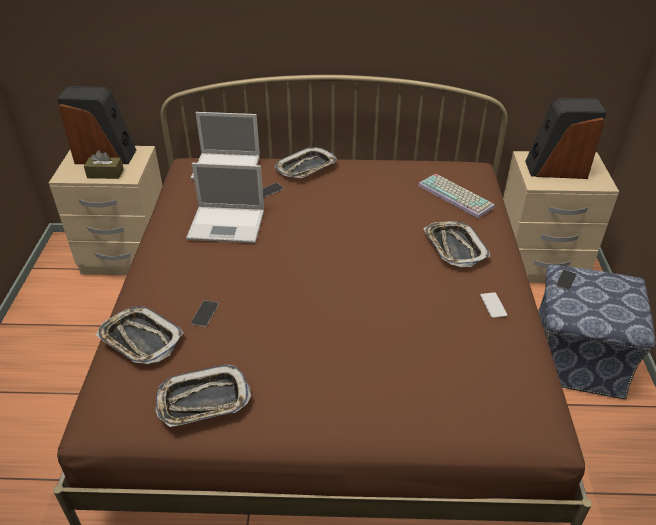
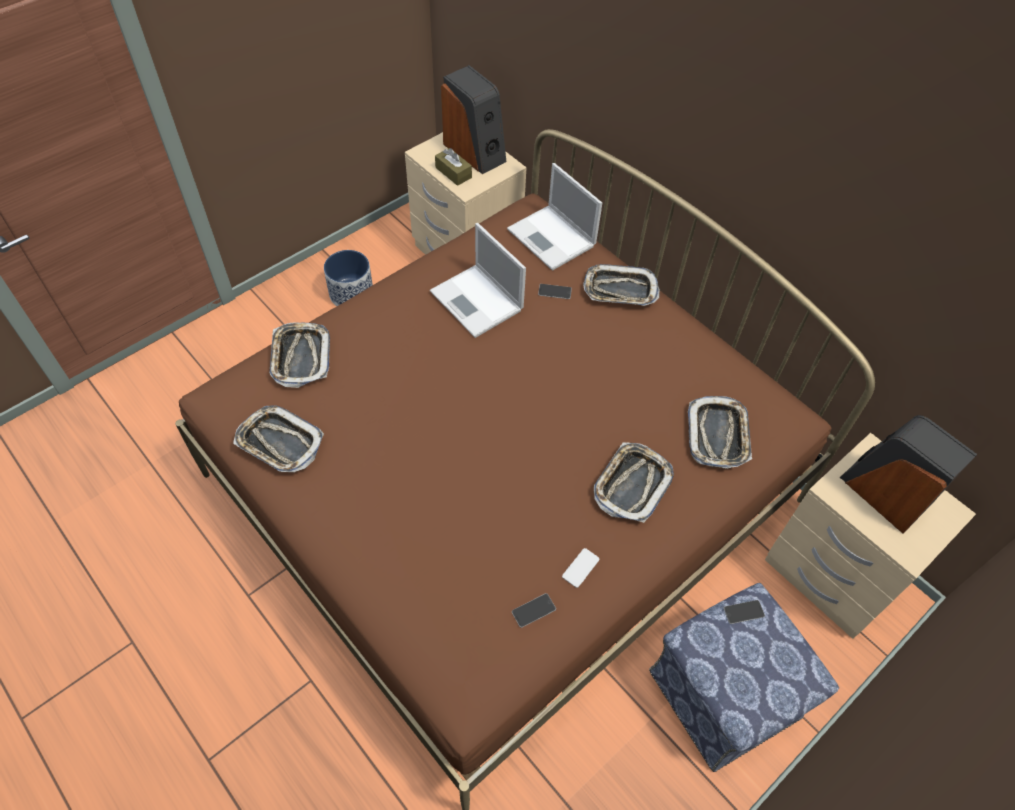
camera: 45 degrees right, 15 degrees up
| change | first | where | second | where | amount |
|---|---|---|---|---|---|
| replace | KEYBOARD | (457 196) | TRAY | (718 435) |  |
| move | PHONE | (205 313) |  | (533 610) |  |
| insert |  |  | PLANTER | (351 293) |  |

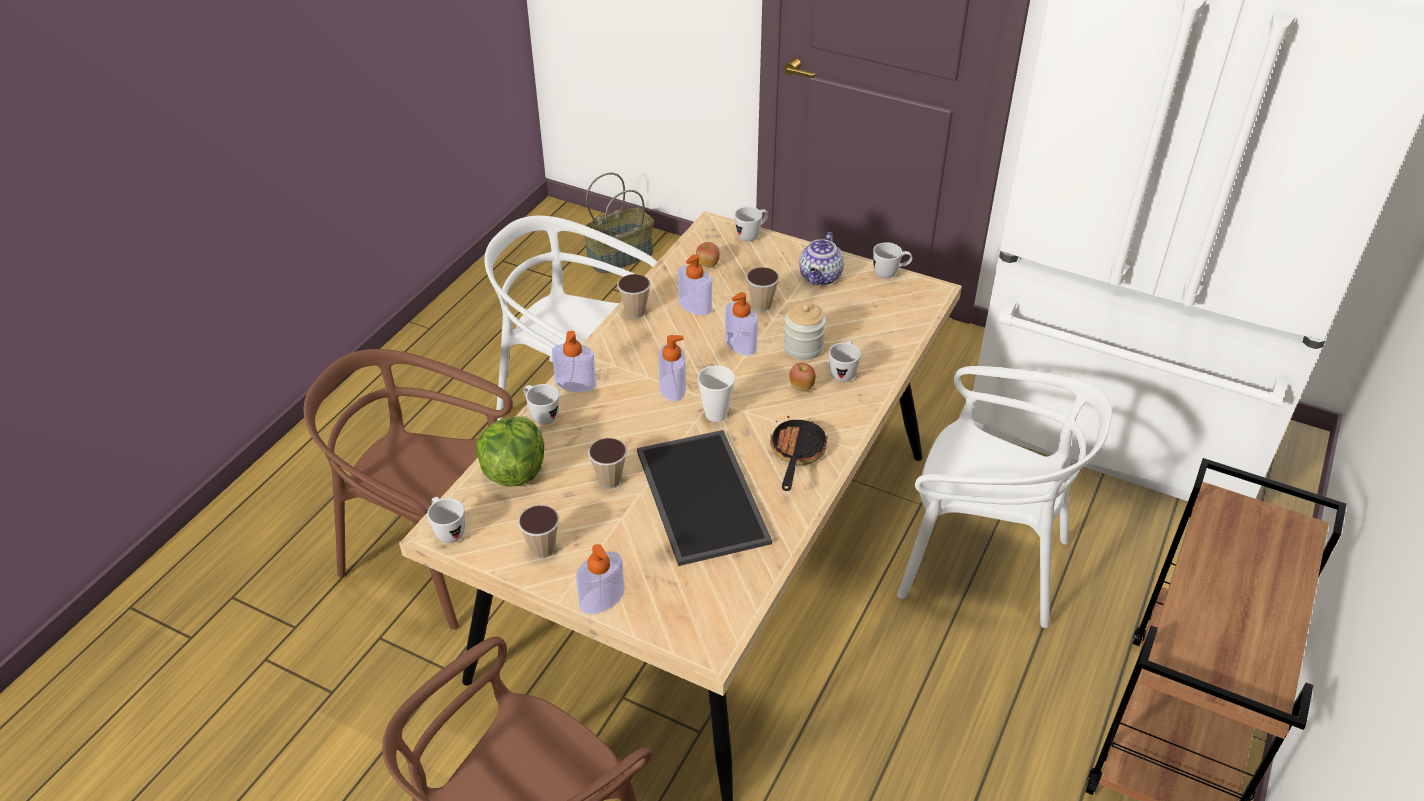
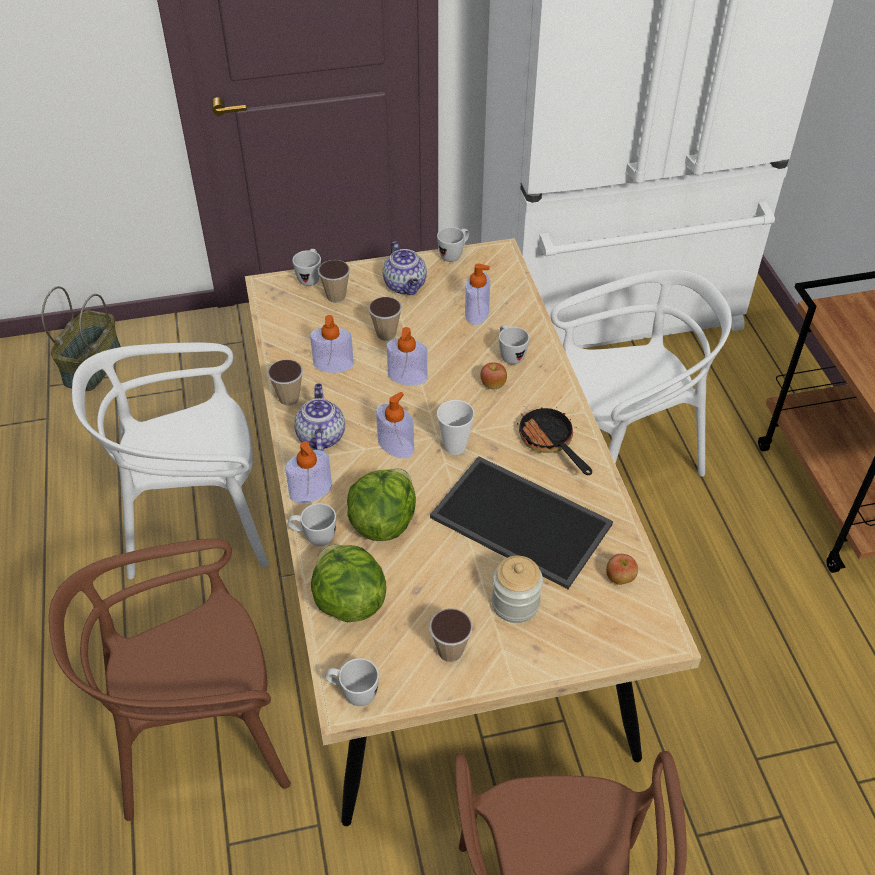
camera: 40 degrees left, 5 degrees up
| change | first | where | second | where | amount |
|---|---|---|---|---|---|
| move | APPLE | (707 264) |  | (620 578) |  |
| move | JAR | (803 347) |  | (515 603) |  |
| move | CUP | (609 480) |  | (336 296) |  |
| move | SOAP DISPENSER | (602 598) |  | (477 312) |  |
| insert |  |  | TEAPOT | (320 436) |  |
| insert |  |  | LETTUCE | (382 522) |  |

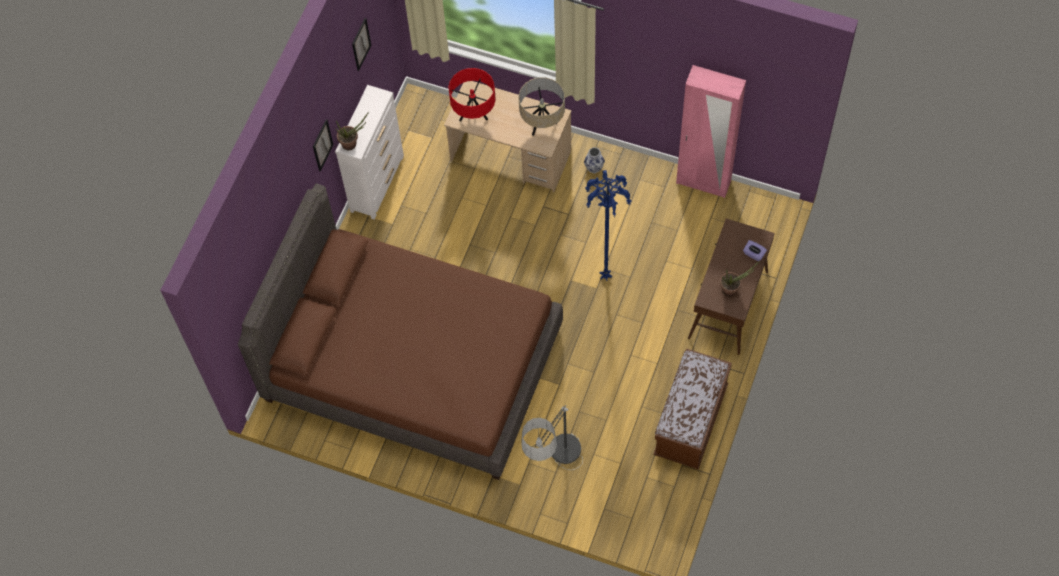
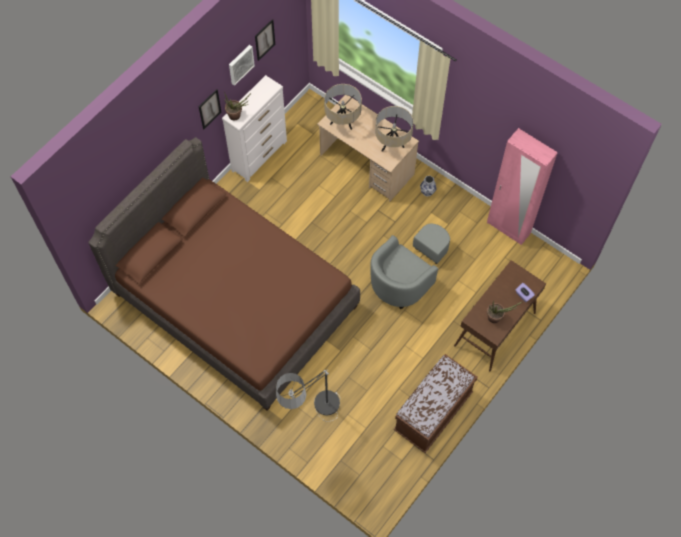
camera: 15 degrees right, 0 degrees up
| change | first | where | second | where | amount |
|---|---|---|---|---|---|
| recolor | RED TABLE LAMP | (474 116) | BEIGE TABLE LAMP | (342 123) |  |
| replace | BLUE FLOOR LAMP | (605 275) | GREY ARMCHAIR | (406 277) |  |
| insert |  |  | PICTURE | (240 64) |  |

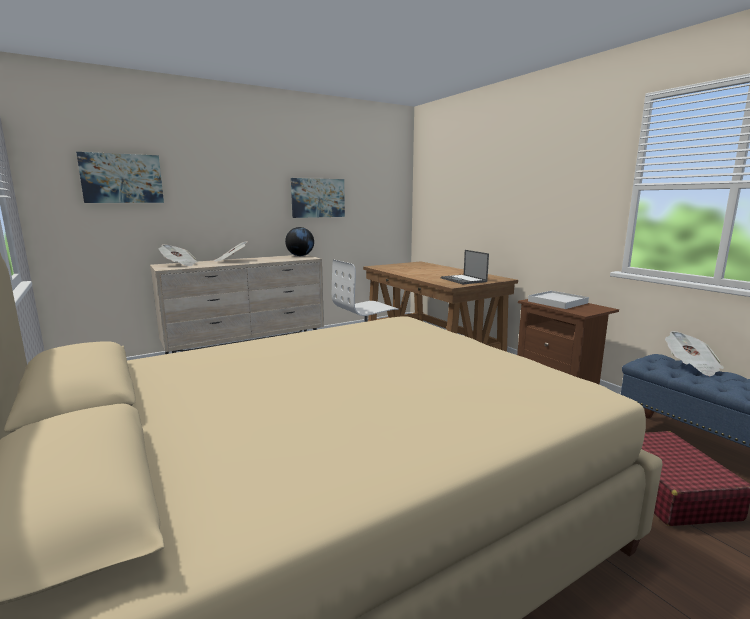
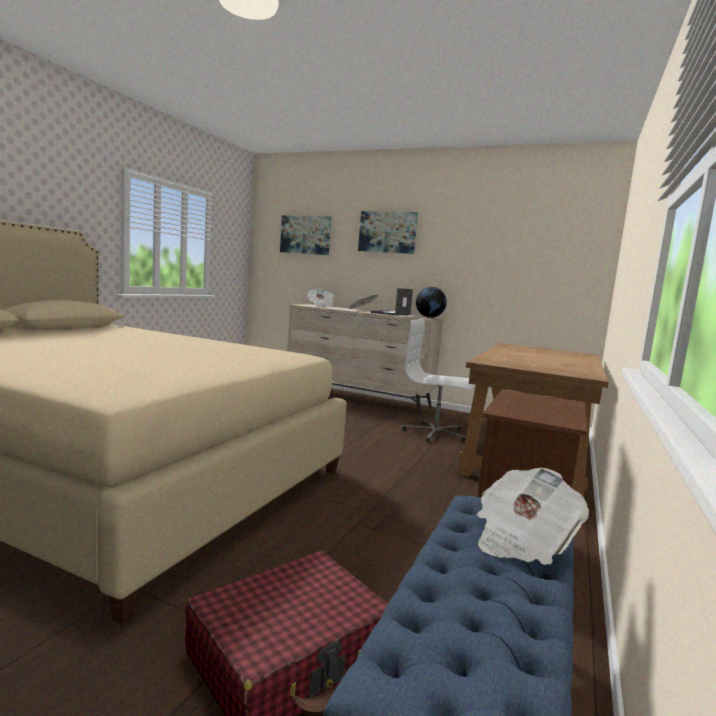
camera: 55 degrees right, 5 degrees down
| change | first | where | second | where | amount |
|---|---|---|---|---|---|
| move | PICTURE | (318 198) |  | (387 232) |  |
| move | LAPTOP | (464 280) |  | (390 313) |  |
| delete | WHITE TRAY | (557 302) |  |  |  |

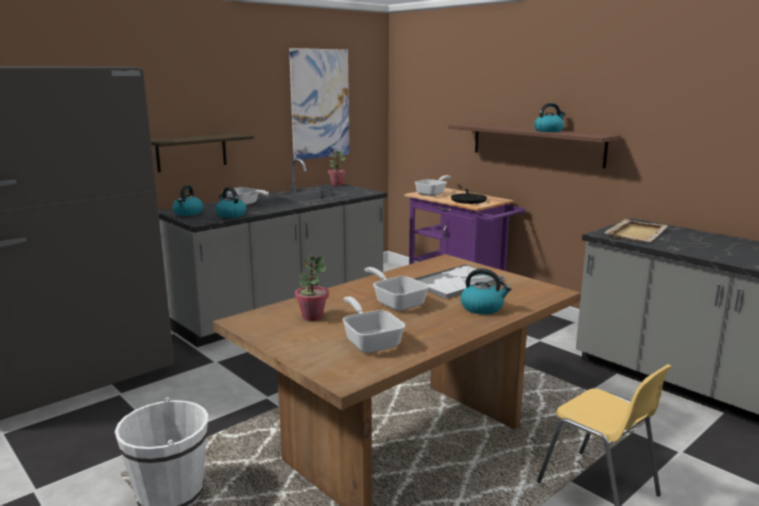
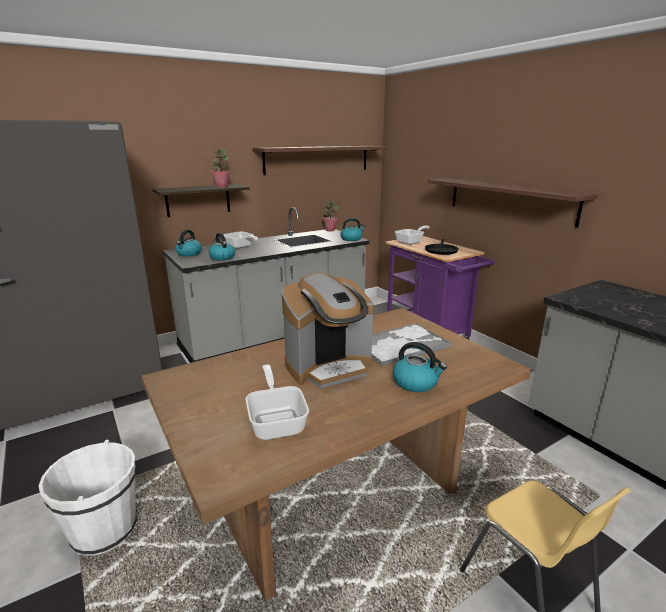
camera: 10 degrees right, 5 degrees up
| change | first | where | second | where | amount |
|---|---|---|---|---|---|
| replace | PICTURE | (320 104) | SHELF | (317 159) |  |
| move | KETTLE | (548 131) |  | (351 239) |  |
| delete | BEIGE TRAY | (636 233) |  |  |  |
| move | POTTED PLANT | (312 316) |  | (221 186) |  |
| replace | FRYING PAN | (396 302) | COFFEE MACHINE | (329 367) |  |

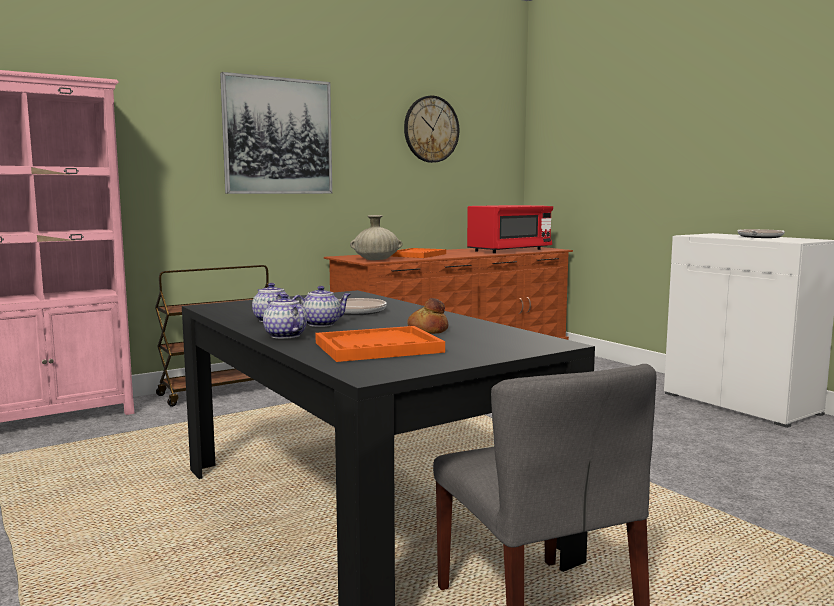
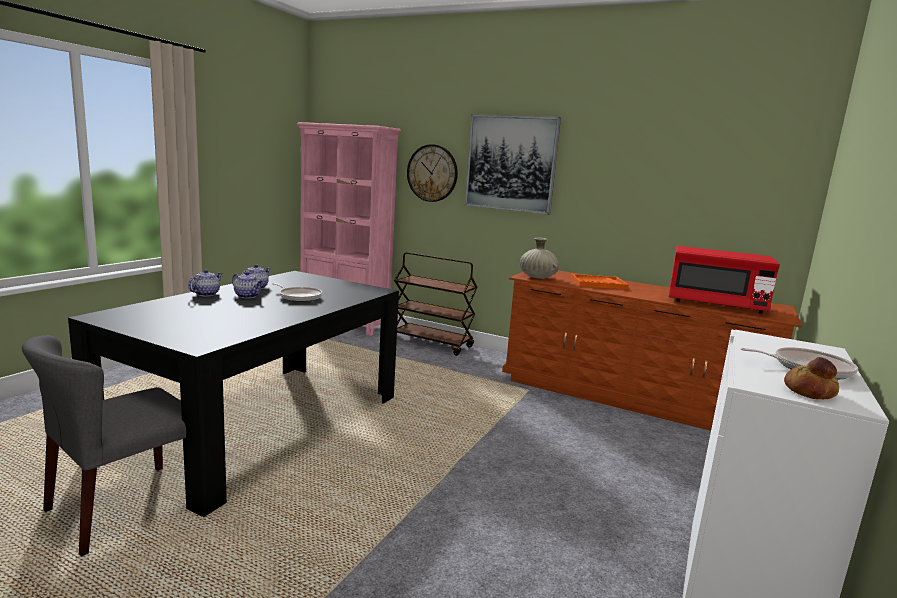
camera: 60 degrees right, 5 degrees up
| change | first | where | second | where | amount |
|---|---|---|---|---|---|
| move | WALL CLOCK | (431 129) |  | (432 173) |  |
| move | BREAD | (428 330) |  | (810 391) |  |
| delete | ORANGE TRAY | (378 347) |  |  |  |

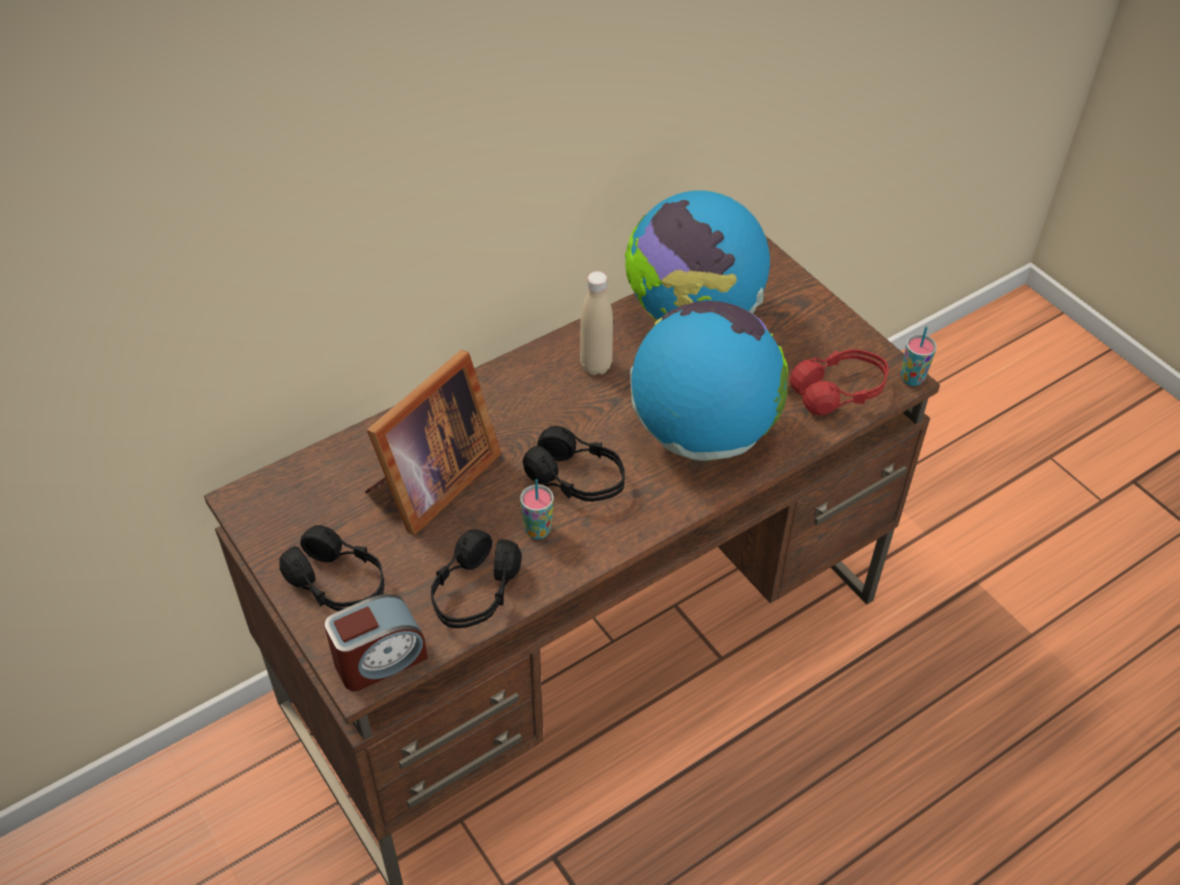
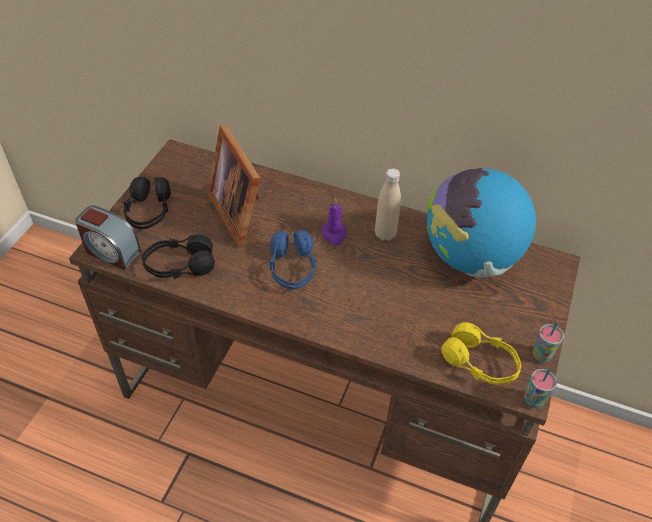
camera: 55 degrees right, 0 degrees up
| change | first | where | second | where | amount |
|---|---|---|---|---|---|
| delete | GLOBE | (703 432) |  |  |  |
| recolor | RED HEADPHONES | (839 392) | YELLOW HEADPHONES | (480 363) |  |
| rotate | PICTURE FRAME | (430 483) |  | (240 211) | 60 degrees clockwise |
| recolor | BLACK HEADPHONES | (577 479) | BLUE HEADPHONES | (292 268) |  |
| move | CUP | (538 530) |  | (541 355) |  |
| insert |  |  | PURPLE CANDLE | (334 234) |  |

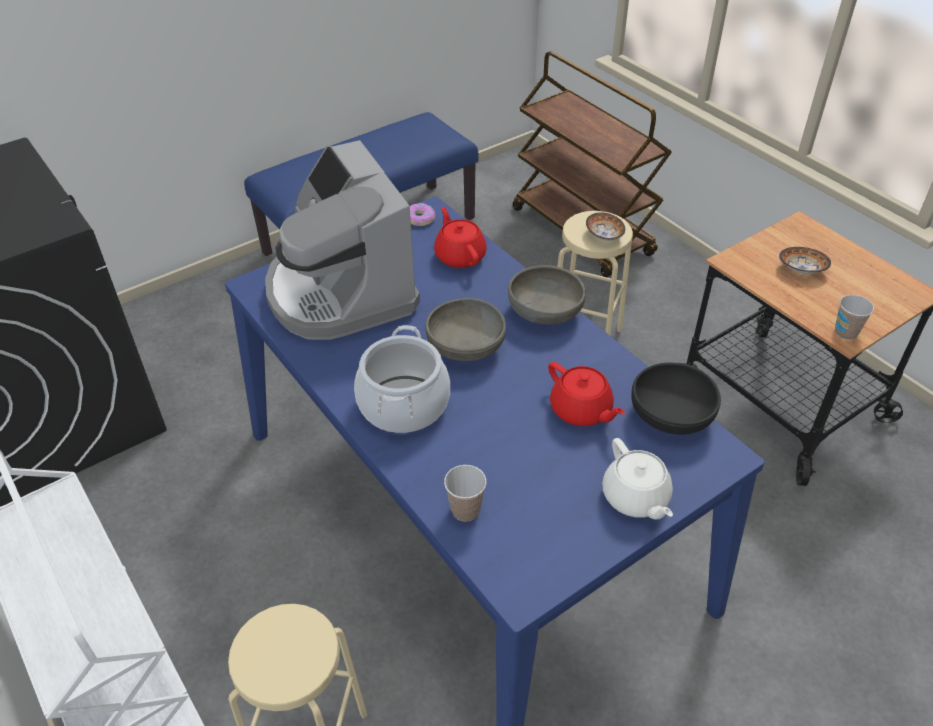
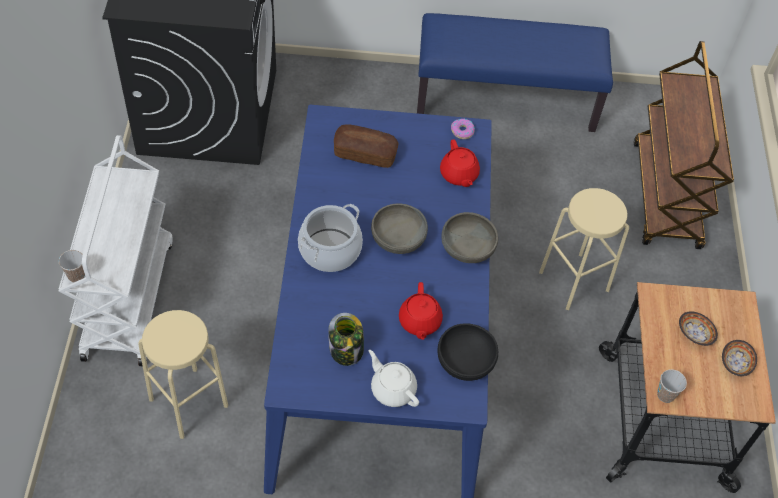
camera: 35 degrees right, 10 degrees up
| change | first | where | second | where | amount |
|---|---|---|---|---|---|
| replace | COFFEE MACHINE | (340 292) | BREAD | (365 154) |  |
| rotate | RED TEAPOT | (460 256) |  | (459 175) | 150 degrees clockwise |
| move | BOWL | (603 236) |  | (734 364) |  |
| rotate | WHITE TEAPOT | (635 498) |  | (392 389) | 120 degrees clockwise |
| move | CUP | (465 510) |  | (76 276) |  |
| insert |  |  | JAR | (346 350) |  |

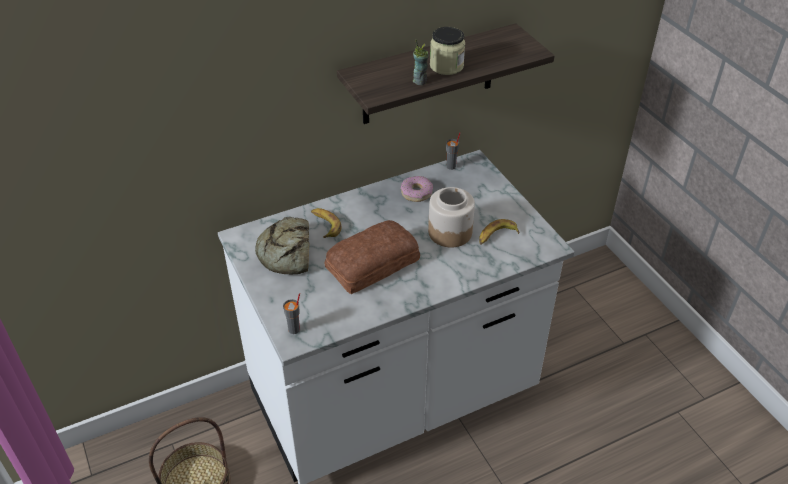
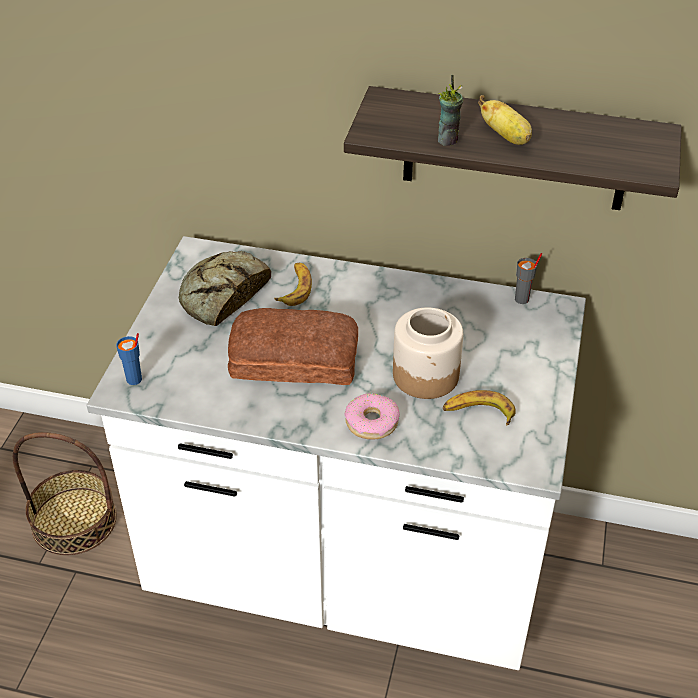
camera: 40 degrees right, 0 degrees up
| change | first | where | second | where | amount |
|---|---|---|---|---|---|
| replace | JAR | (446 66) | BANANA | (506 137) |  |
| move | DONUT | (416 193) |  | (372 422) |  |
| recolor | GREY CUP | (294 329) | BLUE CUP | (134 379) |  |

